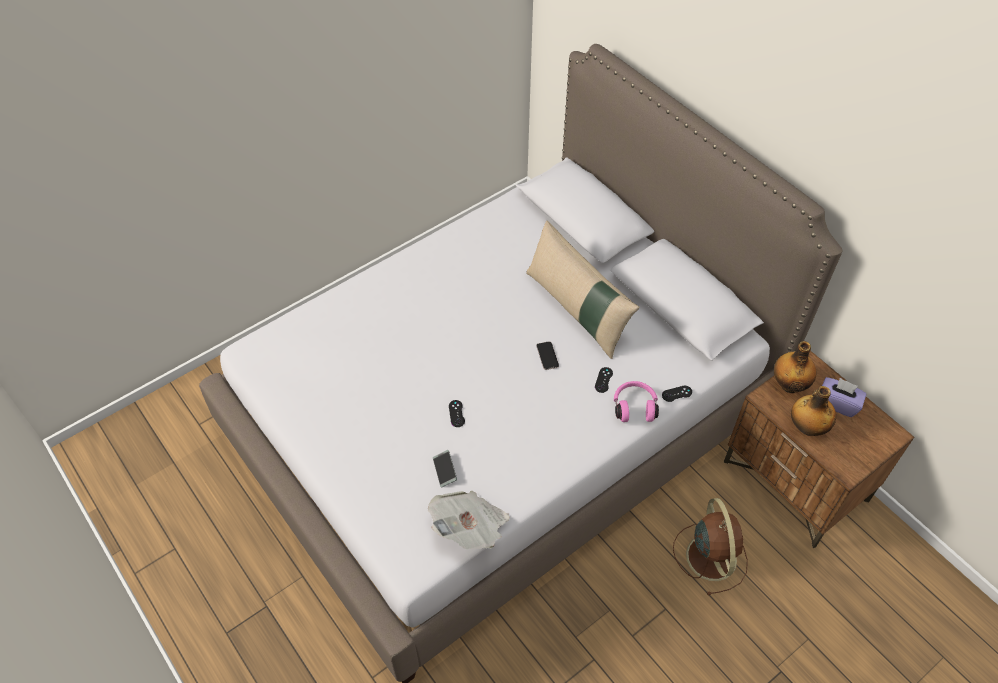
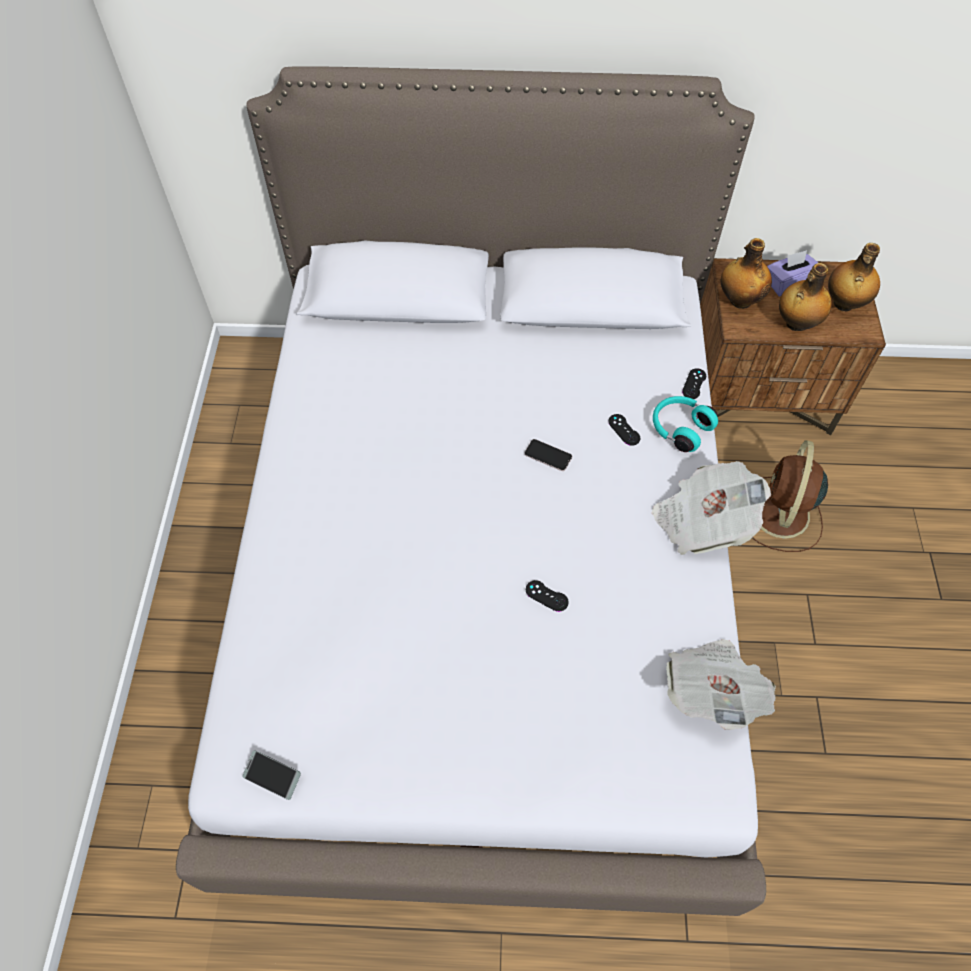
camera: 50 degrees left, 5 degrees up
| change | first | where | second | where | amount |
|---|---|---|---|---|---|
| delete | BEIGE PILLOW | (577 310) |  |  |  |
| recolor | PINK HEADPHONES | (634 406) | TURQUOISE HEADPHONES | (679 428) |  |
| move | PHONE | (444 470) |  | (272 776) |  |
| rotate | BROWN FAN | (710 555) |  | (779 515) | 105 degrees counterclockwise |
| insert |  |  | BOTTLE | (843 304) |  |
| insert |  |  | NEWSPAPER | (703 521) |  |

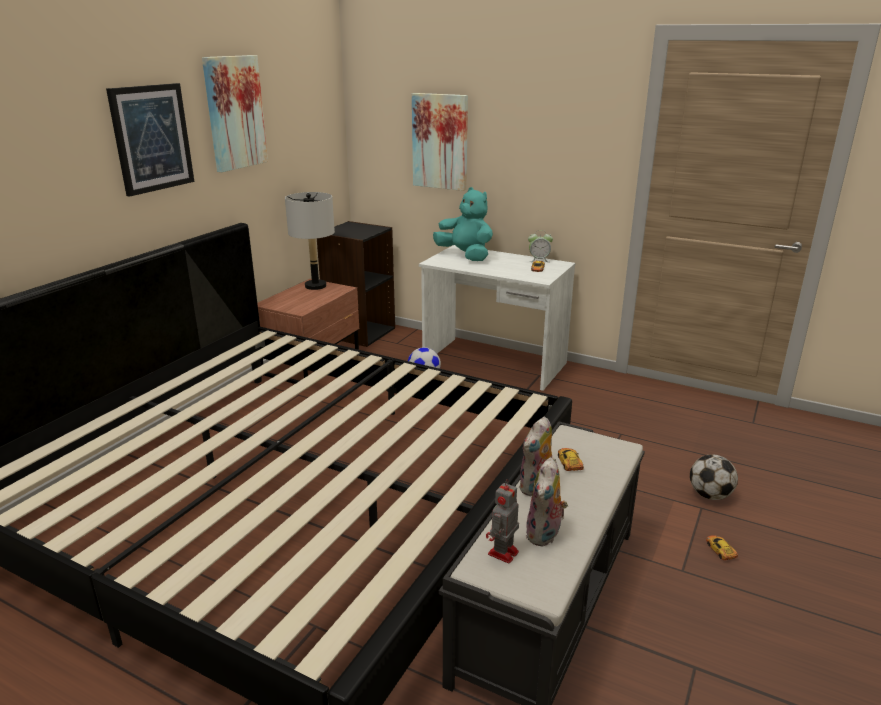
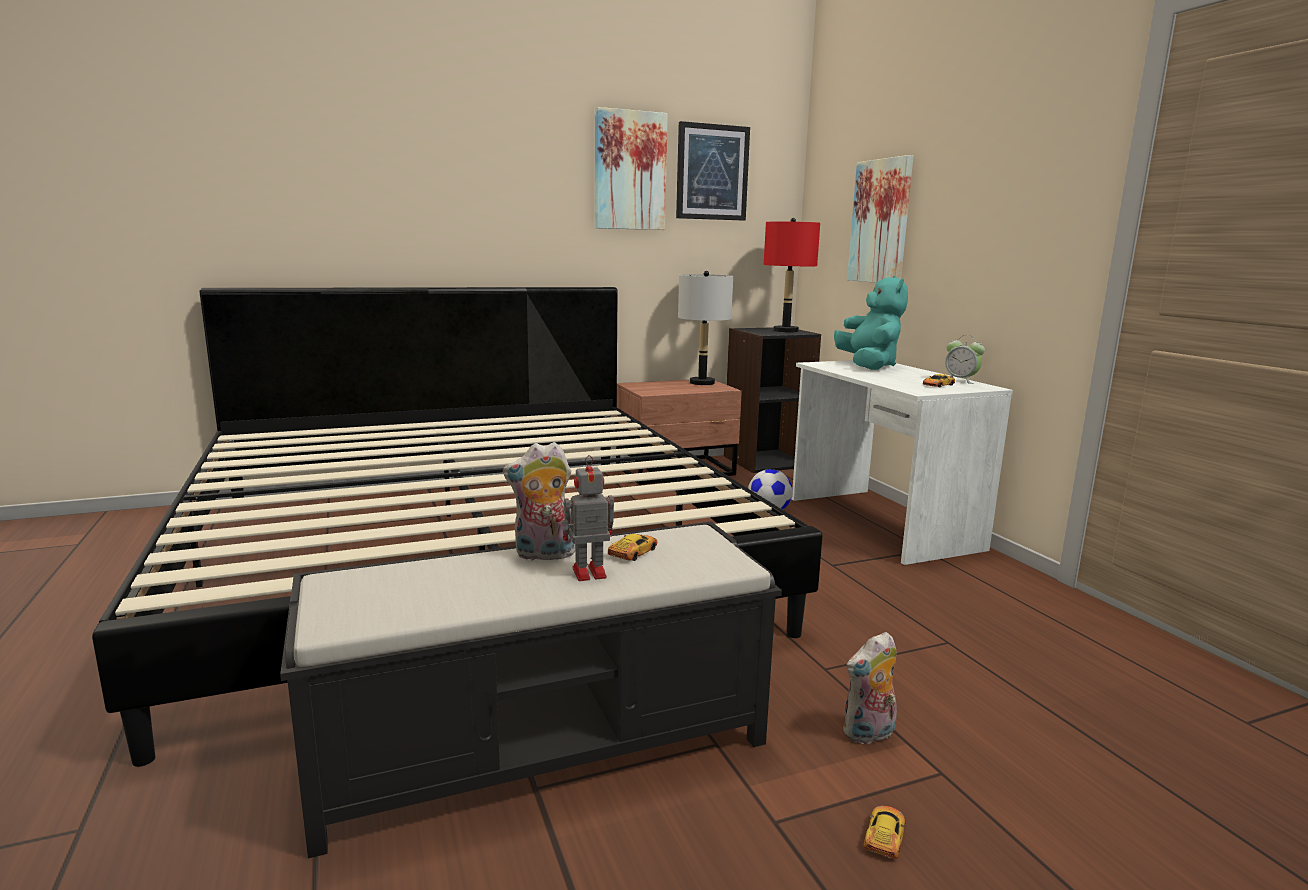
camera: 40 degrees right, 10 degrees down
| change | first | where | second | where | amount |
|---|---|---|---|---|---|
| move | PICTURE | (152 138) |  | (712 172) |  |
| delete | FOOTBALL | (709 495) |  |  |  |
| move | PLUSH TOY | (545 535) |  | (869 734) |  |
| move | TOY ROBOT | (502 554) |  | (587 573) |  |
| insert |  |  | RED TABLE LAMP | (786 331) |  |

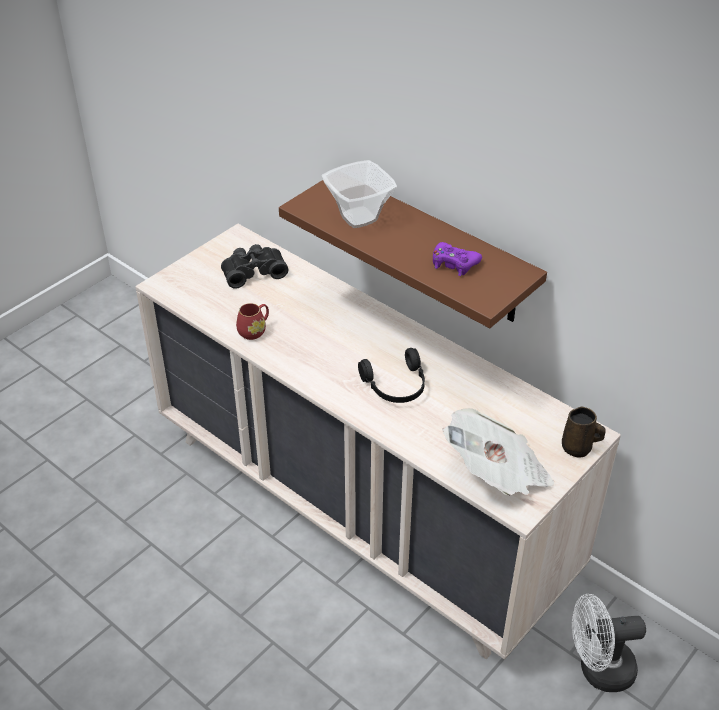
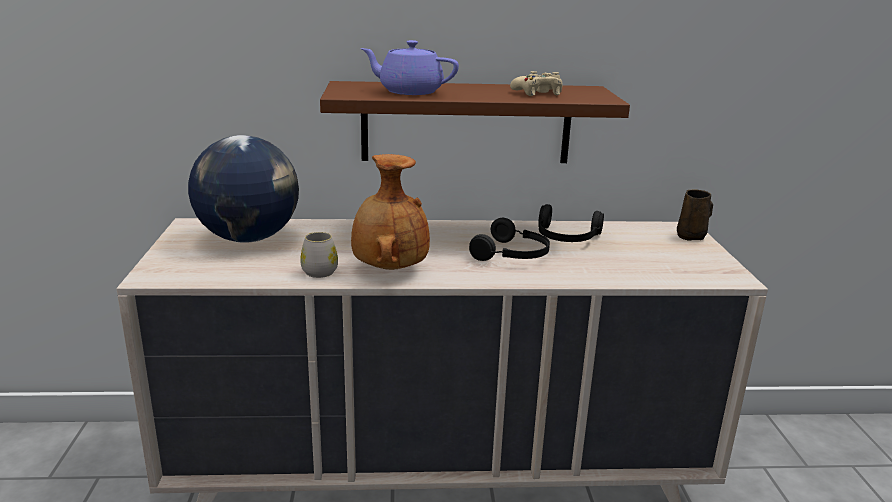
camera: 45 degrees left, 20 degrees down
| change | first | where | second | where | amount |
|---|---|---|---|---|---|
| replace | BOWL | (358 219) | PURPLE TEAPOT | (409 91) |  |
| recolor | PURPLE GAME CONTROLLER | (454 264) | BEIGE GAME CONTROLLER | (538 93) |  |
| replace | BLACK BINOCULARS | (253 271) | GLOBE | (248 238) |  |
| recolor | RED MUG | (254 330) | WHITE MUG | (320 270) |  |
| delete | NEWSPAPER | (497 473) |  |  |  |
| delete | WHITE FAN | (598 670) |  |  |  |
| insert |  |  | BROWN VASE | (389 269) |  |
| insert |  |  | BLACK HEADPHONES | (566 238) |  |

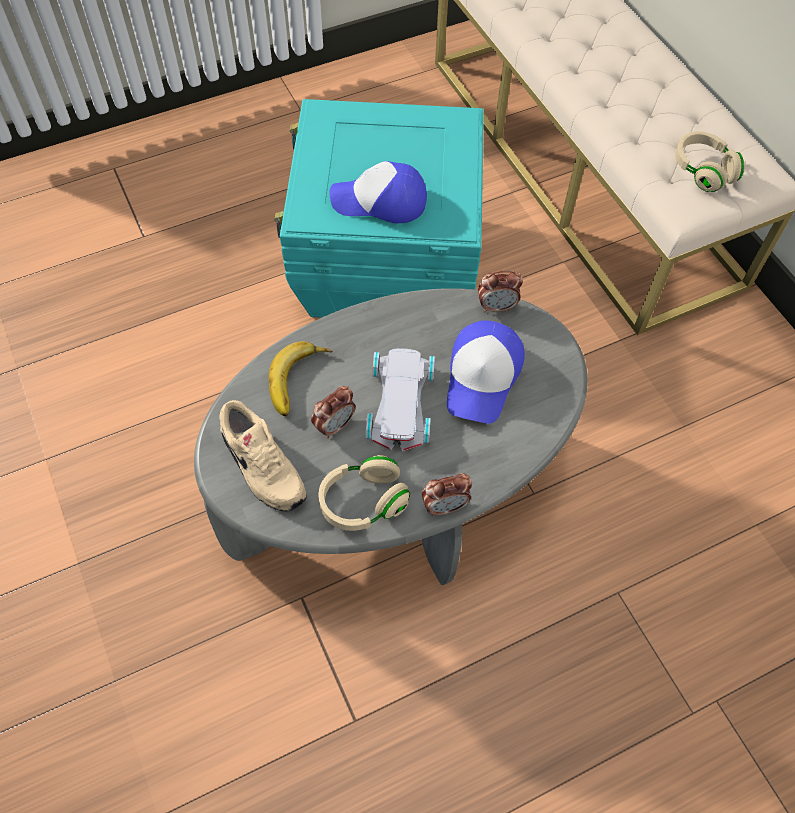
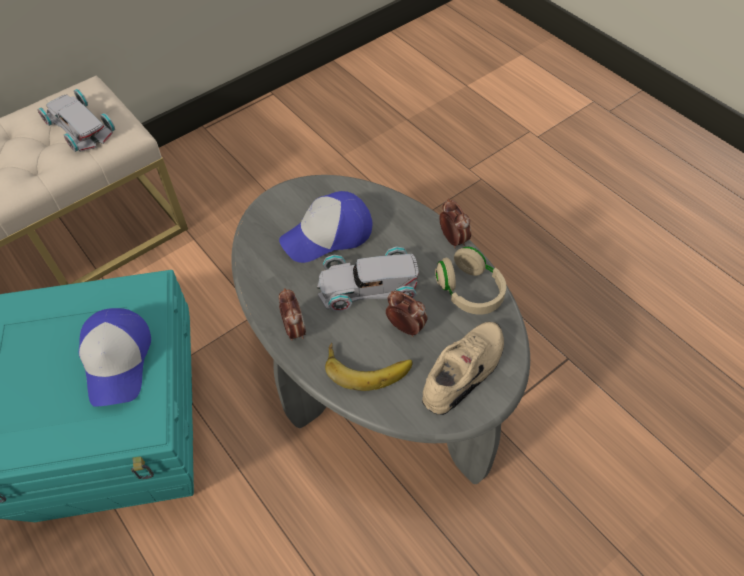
camera: 100 degrees left, 5 degrees down
| change | first | where | second | where | amount |
|---|---|---|---|---|---|
| replace | BEIGE HEADPHONES | (703 171) | WHITE TOY CAR | (79 125) |  |
| move | ALARM CLOCK | (497 307) |  | (294 329) |  |
| rotate | CAP | (482 377) |  | (328 235) | 150 degrees clockwise |

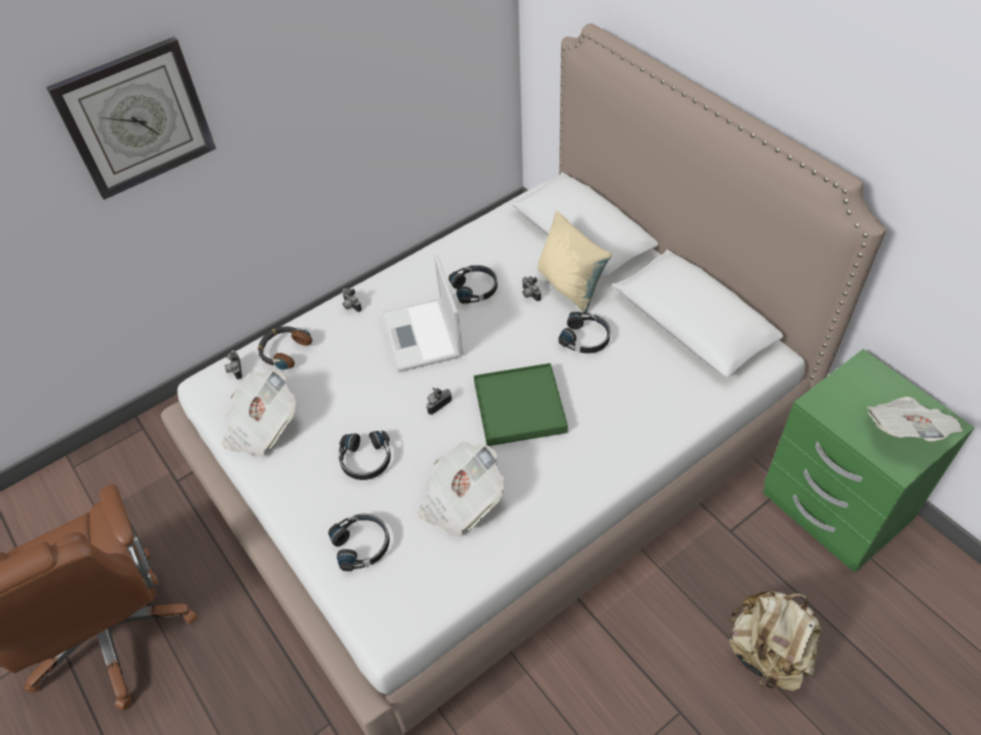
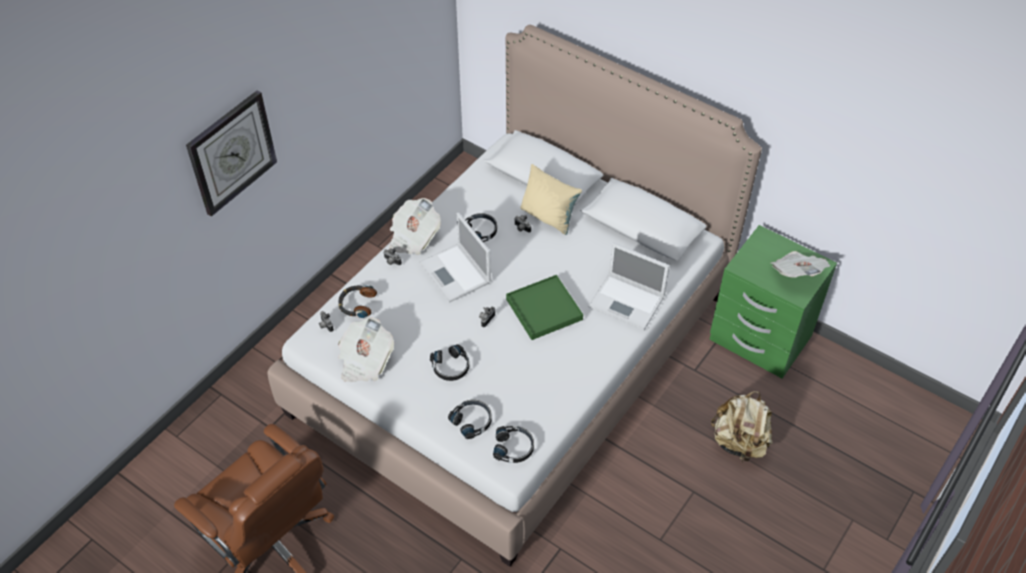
camera: 20 degrees left, 0 degrees up
| change | first | where | second | where | amount |
|---|---|---|---|---|---|
| move | BLACK HEADPHONES | (586 338) |  | (514 447) |  |
| move | NEWSPAPER | (460 501) |  | (413 237) |  |
| insert |  |  | LAPTOP | (628 302) |  |

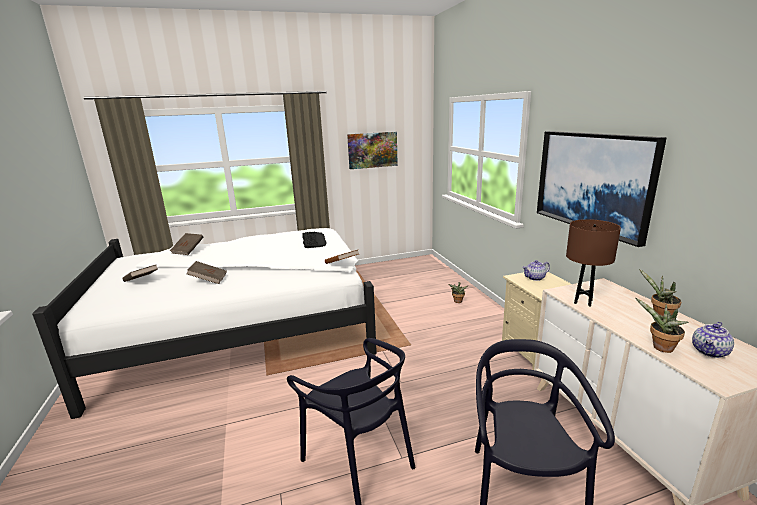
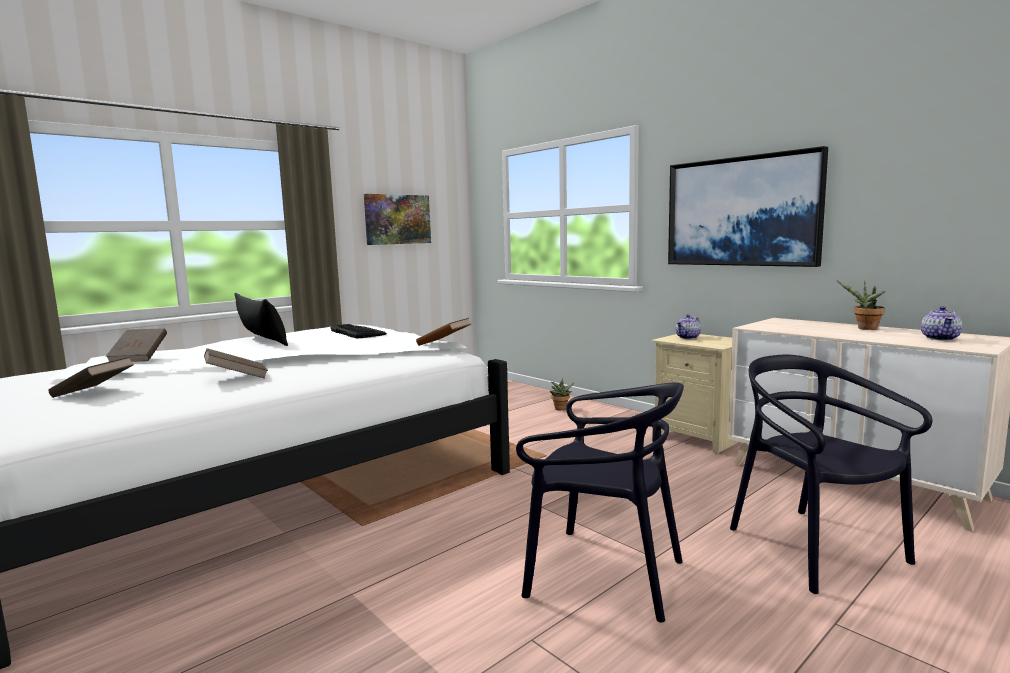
camera: 25 degrees left, 10 degrees down
| change | first | where | second | where | amount |
|---|---|---|---|---|---|
| delete | BROWN TABLE LAMP | (583 302) |  |  |  |
| delete | POTTED PLANT | (660 348) |  |  |  |
| insert |  |  | BLACK PILLOW | (262 340) |  |

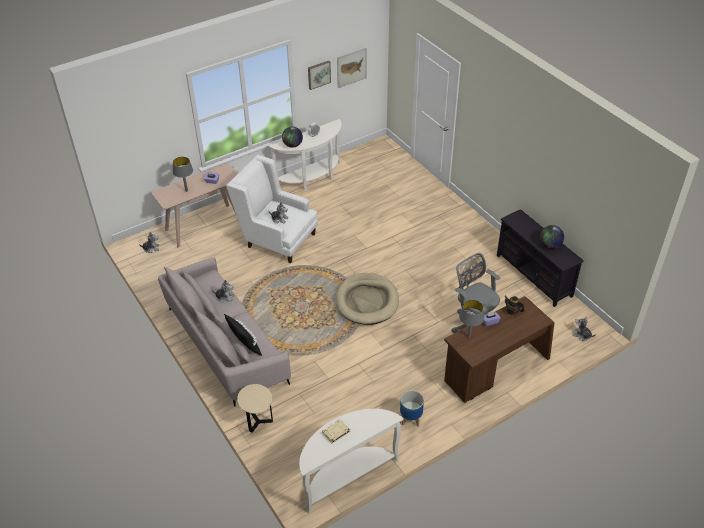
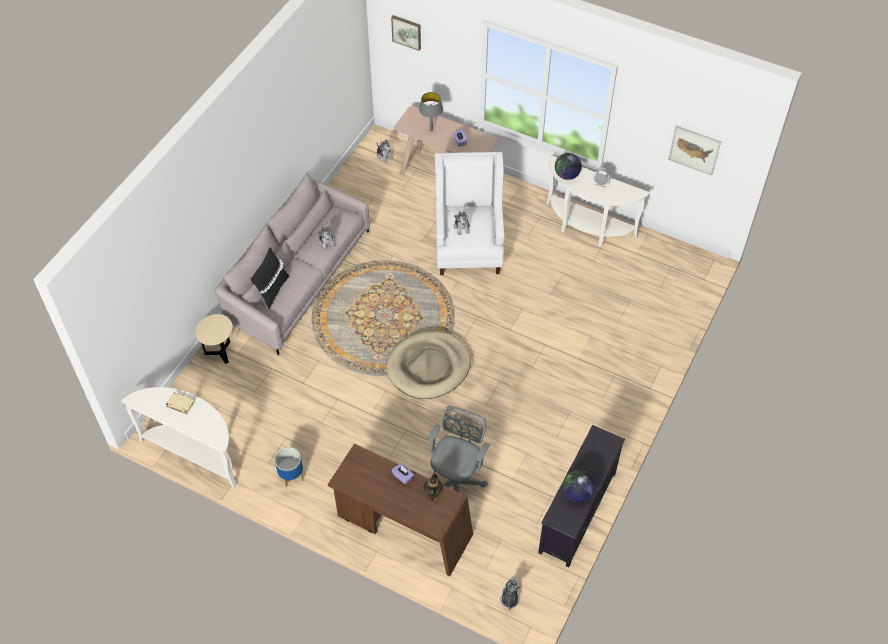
camera: 60 degrees right, 10 degrees up
| change | first | where | second | where | amount |
|---|---|---|---|---|---|
| move | PICTURE | (318 74) |  | (407 31) |  |
| delete | GREY TABLE LAMP | (468 337) |  |  |  |

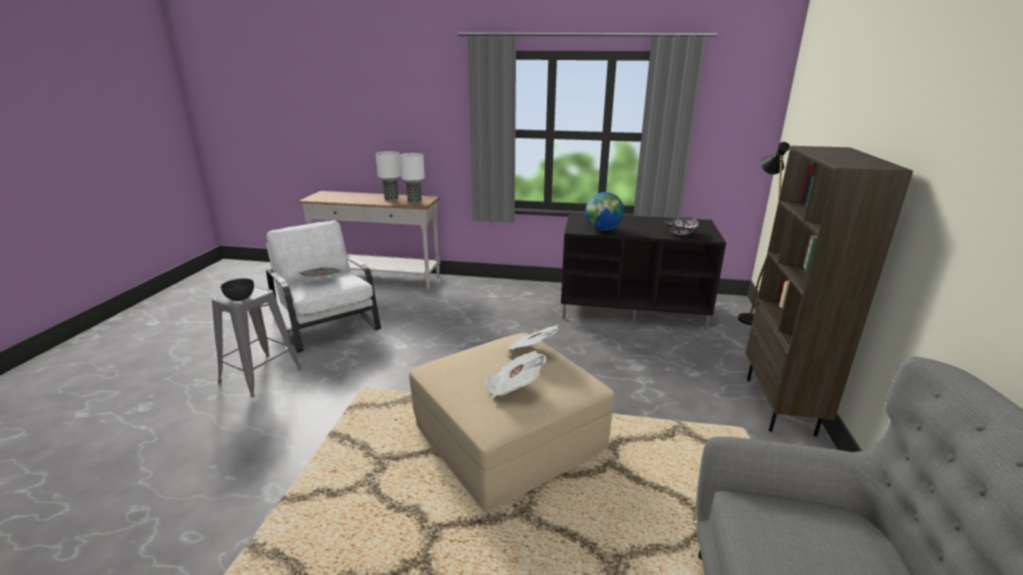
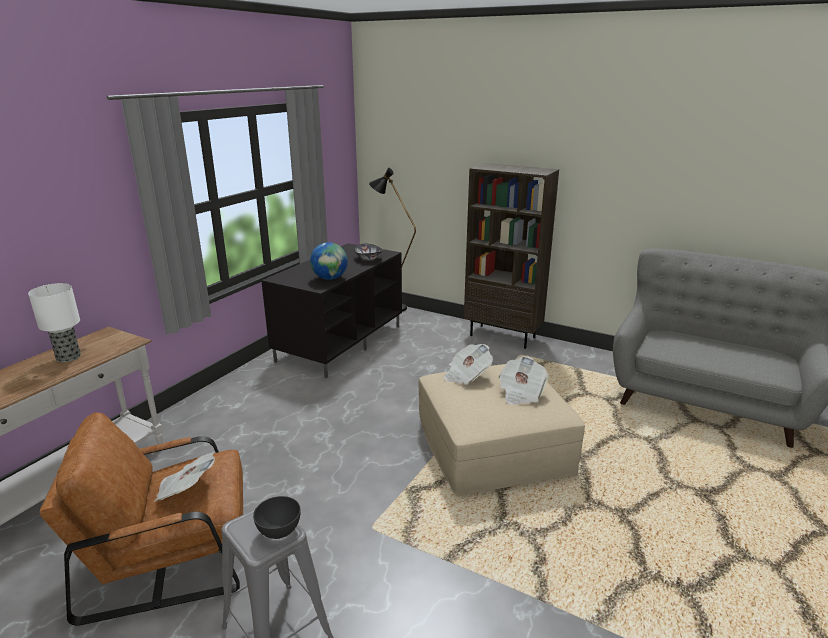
camera: 70 degrees left, 0 degrees up
| change | first | where | second | where | amount |
|---|---|---|---|---|---|
| delete | TABLE LAMP | (414 201) |  |  |  |
| recolor | WHITE ARMCHAIR | (327 323) | BROWN ARMCHAIR | (170 555) |  |

